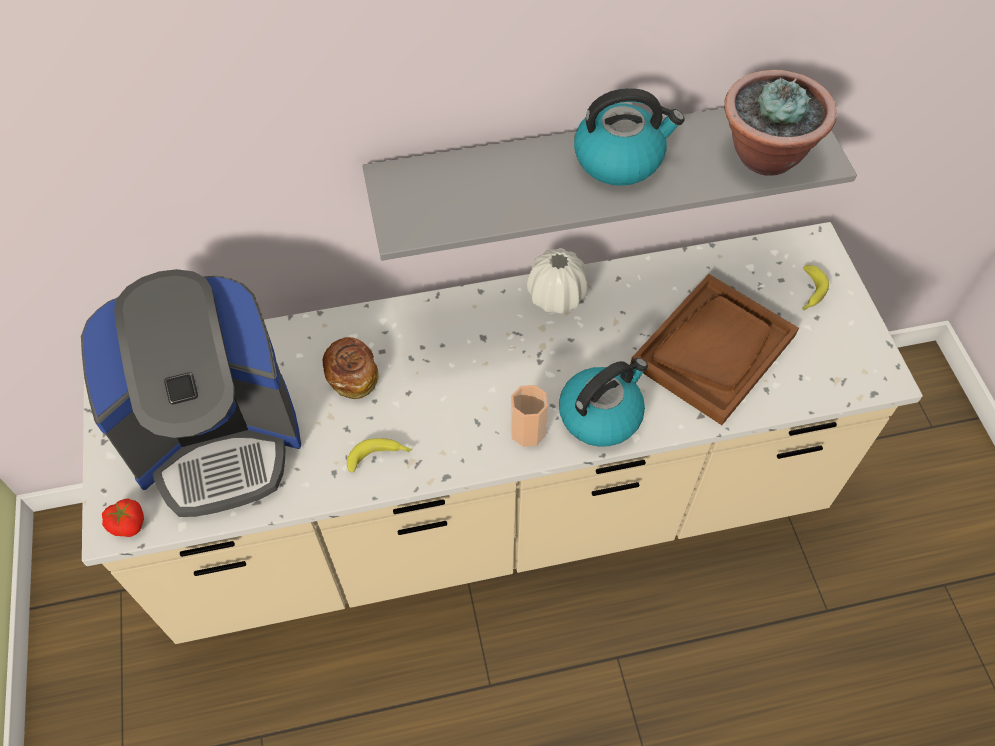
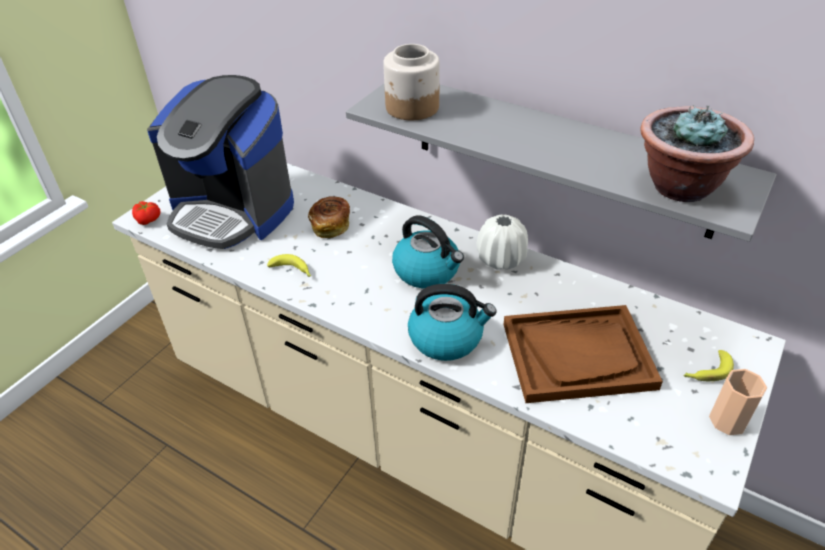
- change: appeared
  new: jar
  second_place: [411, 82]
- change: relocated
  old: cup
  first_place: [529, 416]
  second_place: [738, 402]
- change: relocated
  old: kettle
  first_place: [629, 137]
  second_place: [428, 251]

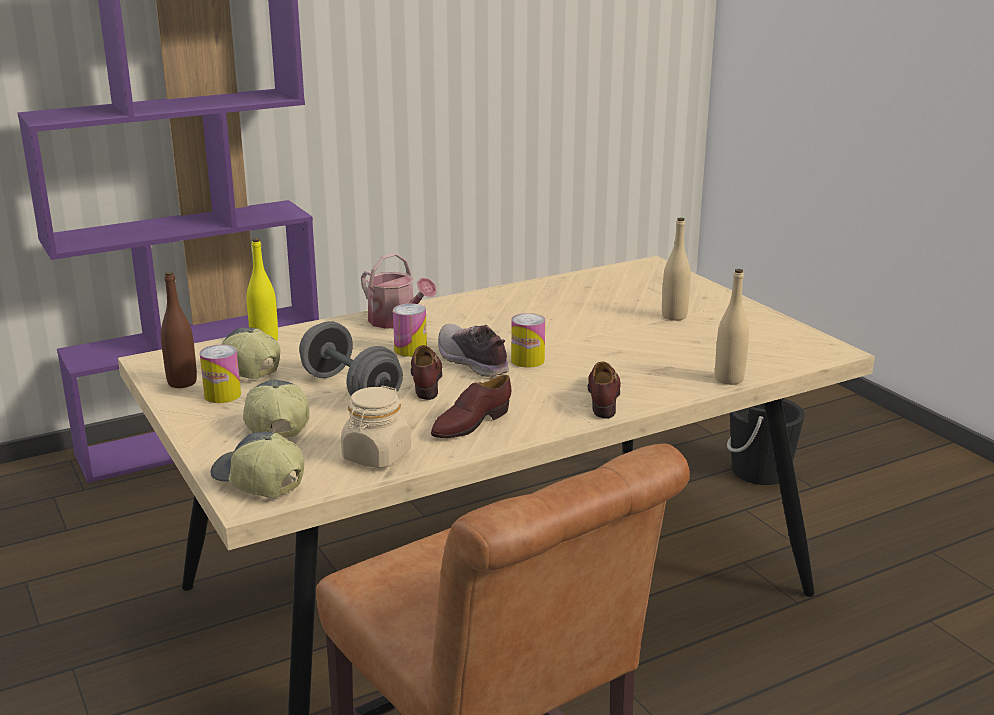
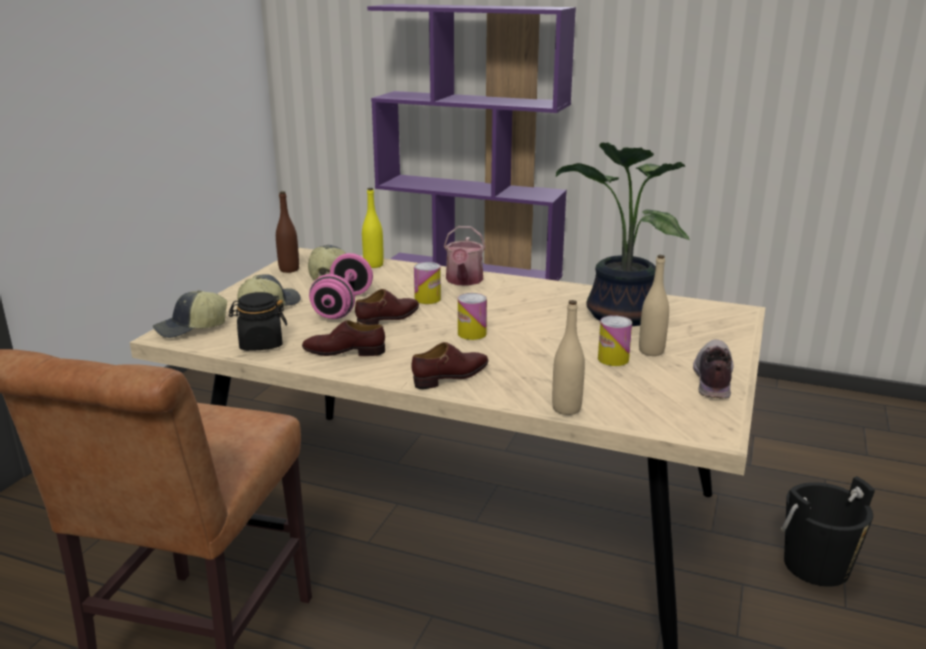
- change: appeared
  new: potted_plant
  second_place: [623, 234]
- change: relocated
  old: can
  first_place: [220, 374]
  second_place: [615, 340]
- change: relocated
  old: shoe
  first_place: [473, 350]
  second_place: [713, 369]
- change: colour
  old: grey_dumbbell
  new: pink_dumbbell
  first_place: [351, 358]
  second_place: [341, 286]
- change: colour
  old: beige_jar
  new: black_jar
  first_place: [376, 427]
  second_place: [258, 321]
- change: spun
  old: cap
  first_place: [257, 465]
  second_place: [190, 314]
  degrees: -120

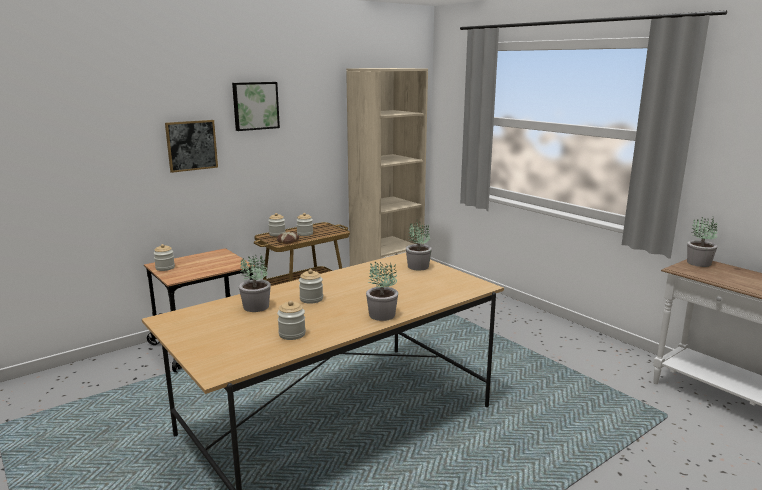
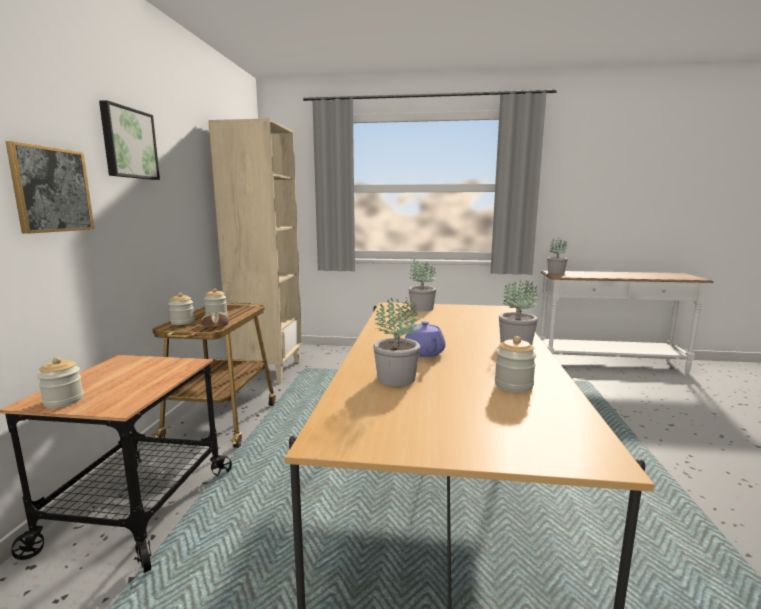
- change: exchanged
  old: jar
  new: purple_teapot
  first_place: [311, 286]
  second_place: [425, 339]

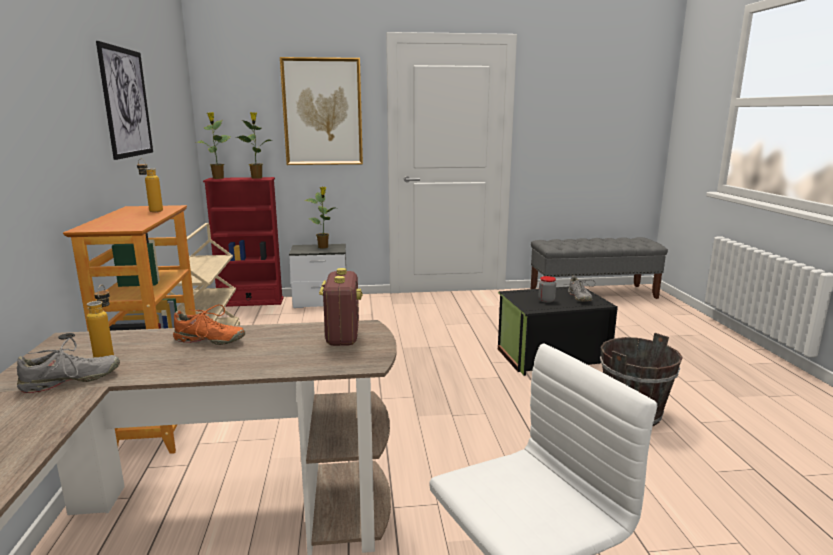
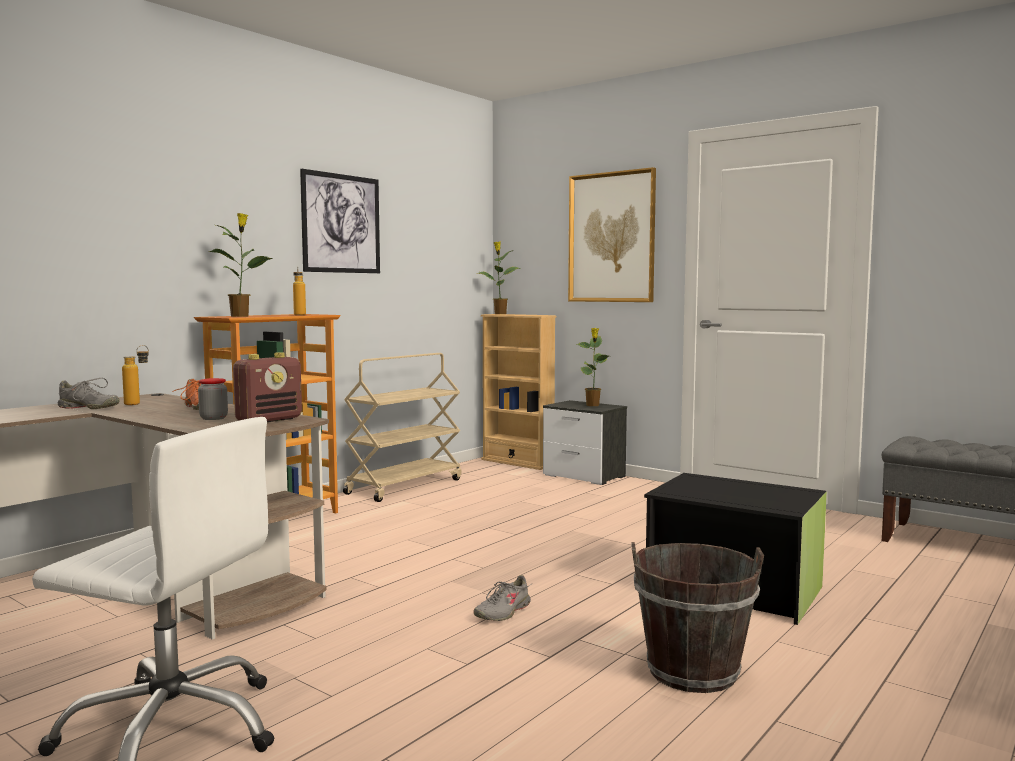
- change: relocated
  old: potted_plant
  first_place: [254, 145]
  second_place: [241, 265]
- change: relocated
  old: jar
  first_place: [547, 289]
  second_place: [213, 399]
- change: relocated
  old: grey_shoe
  first_place: [579, 288]
  second_place: [503, 598]
- change: colour
  old: red_bookcase
  new: beige_bookcase
  first_place: [243, 242]
  second_place: [518, 392]

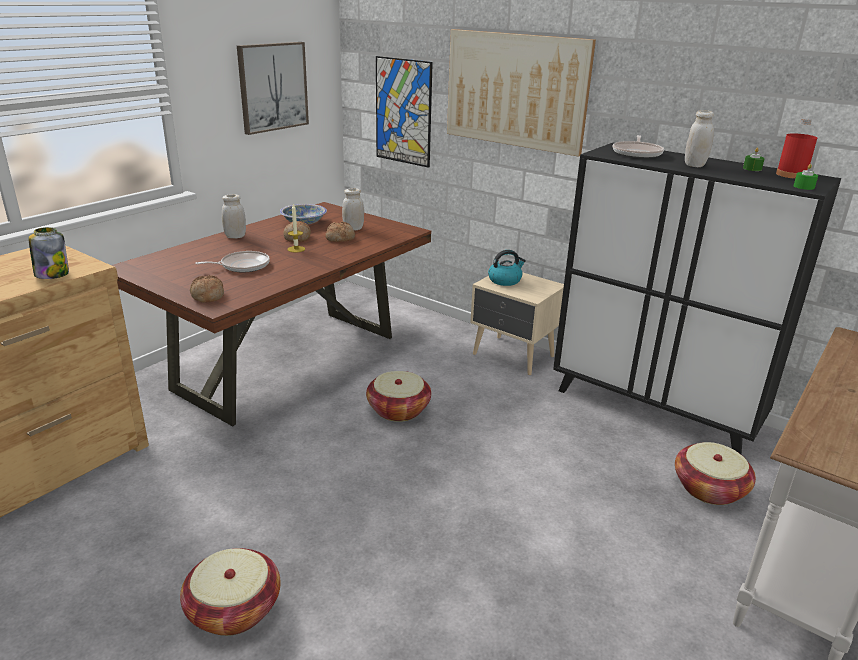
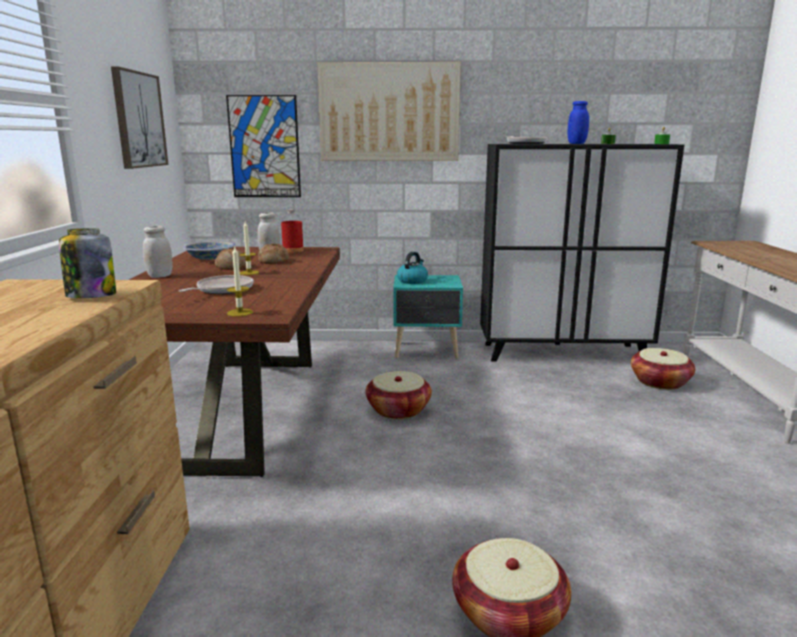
- change: relocated
  old: red_bottle
  first_place: [796, 148]
  second_place: [292, 230]
- change: exchanged
  old: bread
  new: candle
  first_place: [207, 289]
  second_place: [240, 280]
- change: colour
  old: beige_nightstand
  new: turquoise_nightstand
  first_place: [517, 323]
  second_place: [428, 316]
- change: colour
  old: white_jar
  new: blue_jar
  first_place: [699, 138]
  second_place: [578, 122]

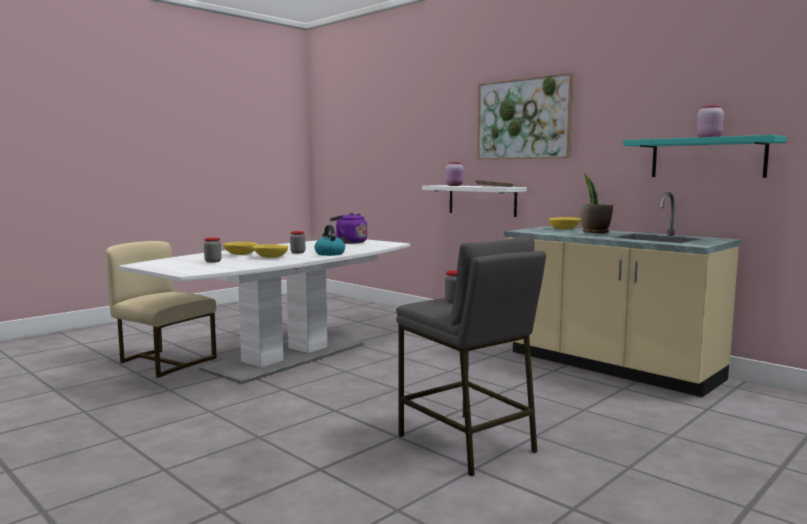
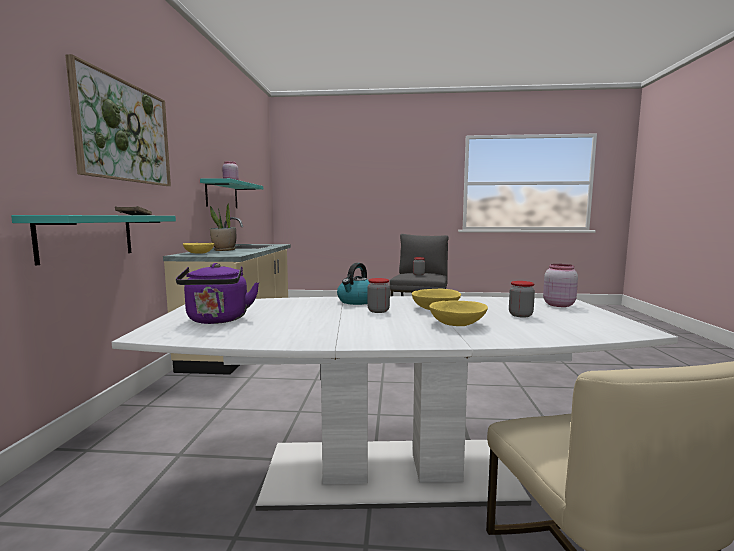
- change: relocated
  old: pink_jar
  first_place: [454, 174]
  second_place: [560, 285]
- change: colour
  old: white_shelf
  new: turquoise_shelf
  first_place: [474, 201]
  second_place: [93, 240]

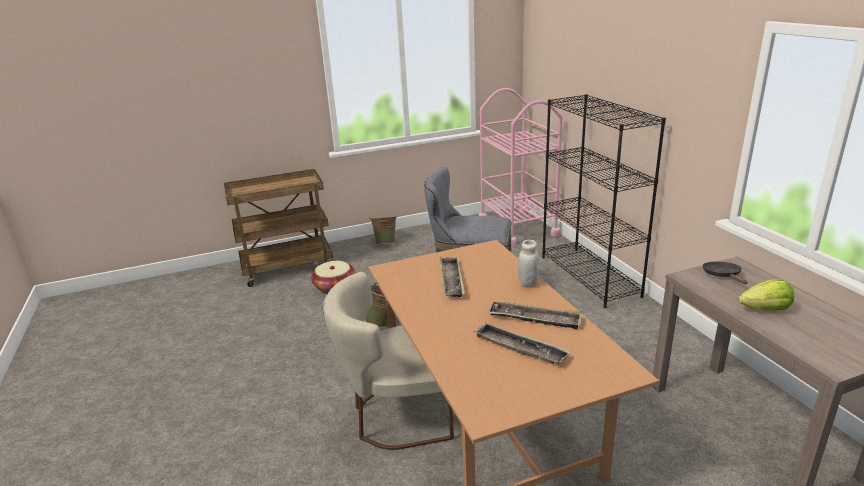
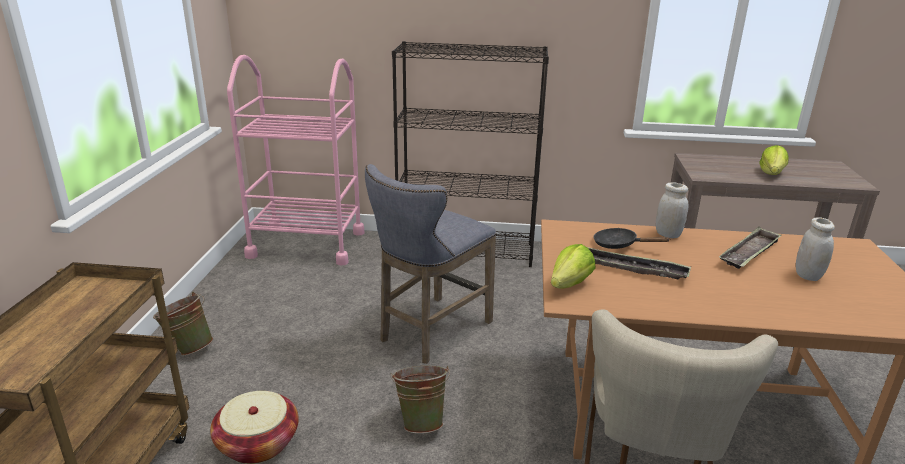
- change: appeared
  new: lettuce
  second_place: [573, 266]
- change: relocated
  old: black_frying_pan
  first_place: [725, 272]
  second_place: [631, 238]
- change: exchanged
  old: tray
  new: white_jar
  first_place: [521, 343]
  second_place: [815, 249]

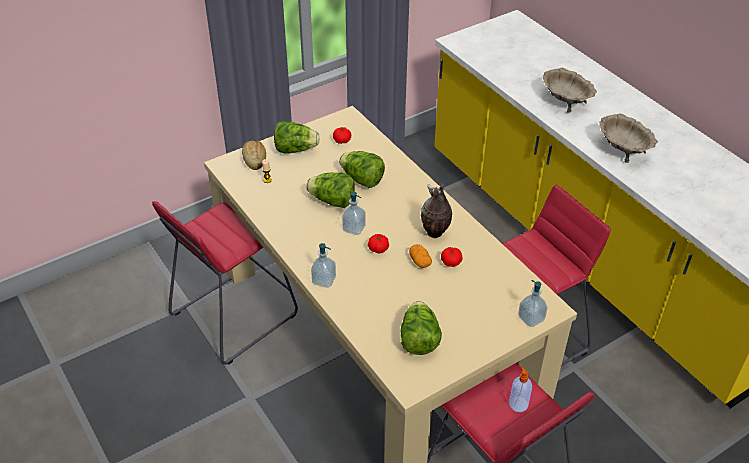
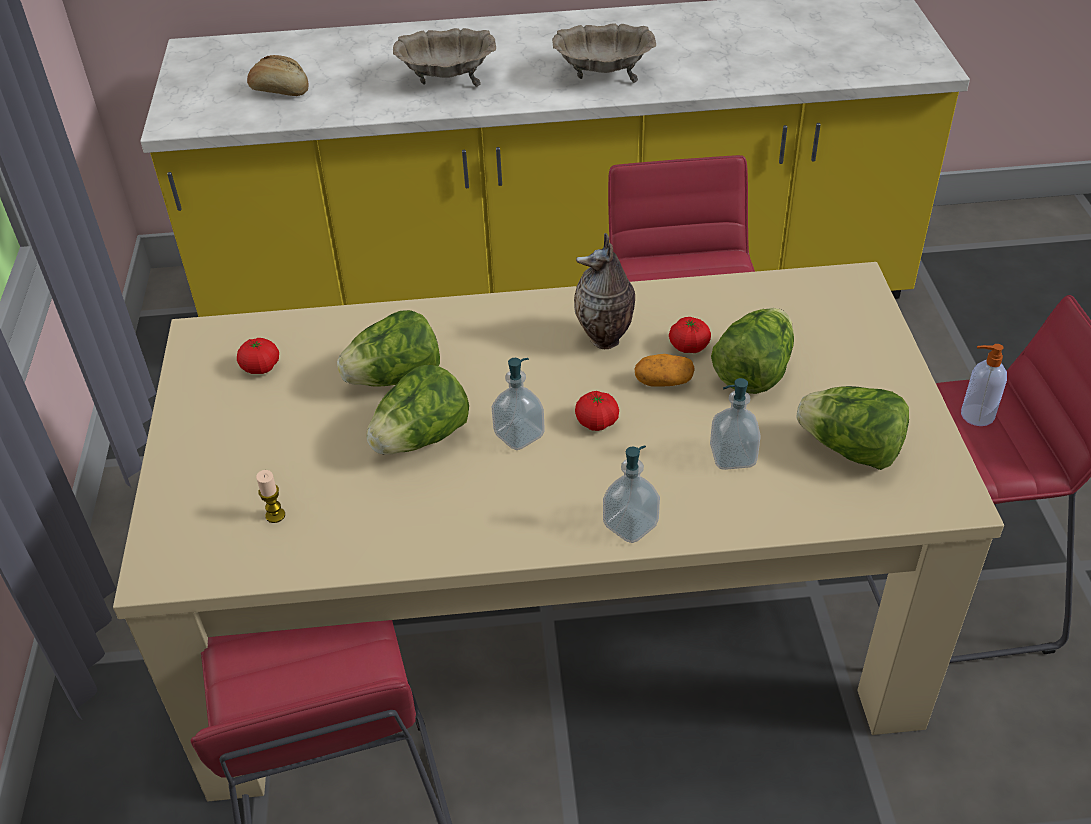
- change: relocated
  old: bread
  first_place: [254, 155]
  second_place: [278, 75]
- change: relocated
  old: lettuce
  first_place: [297, 137]
  second_place: [752, 351]
- change: relocated
  old: soap_dispenser
  first_place: [533, 303]
  second_place: [735, 424]

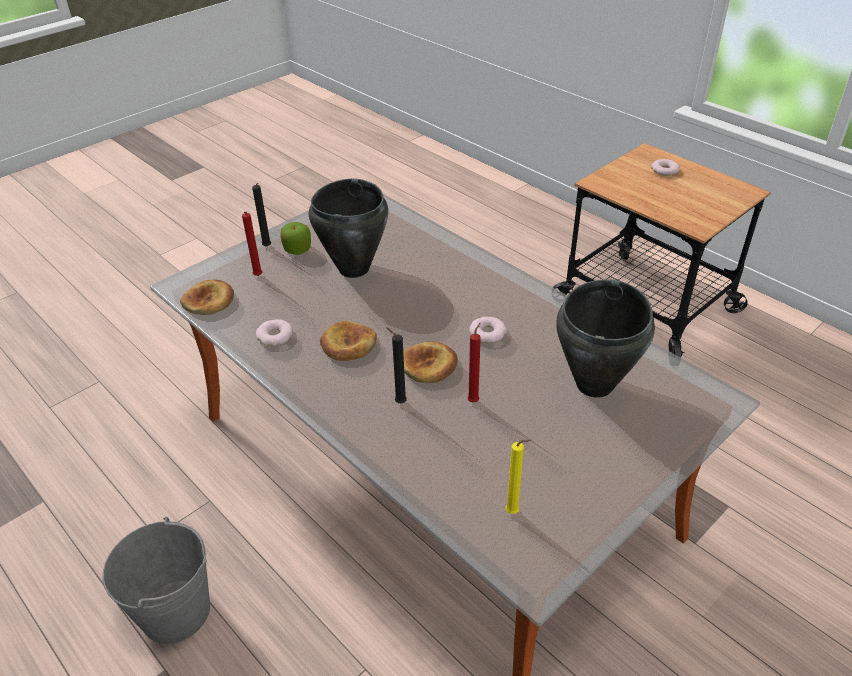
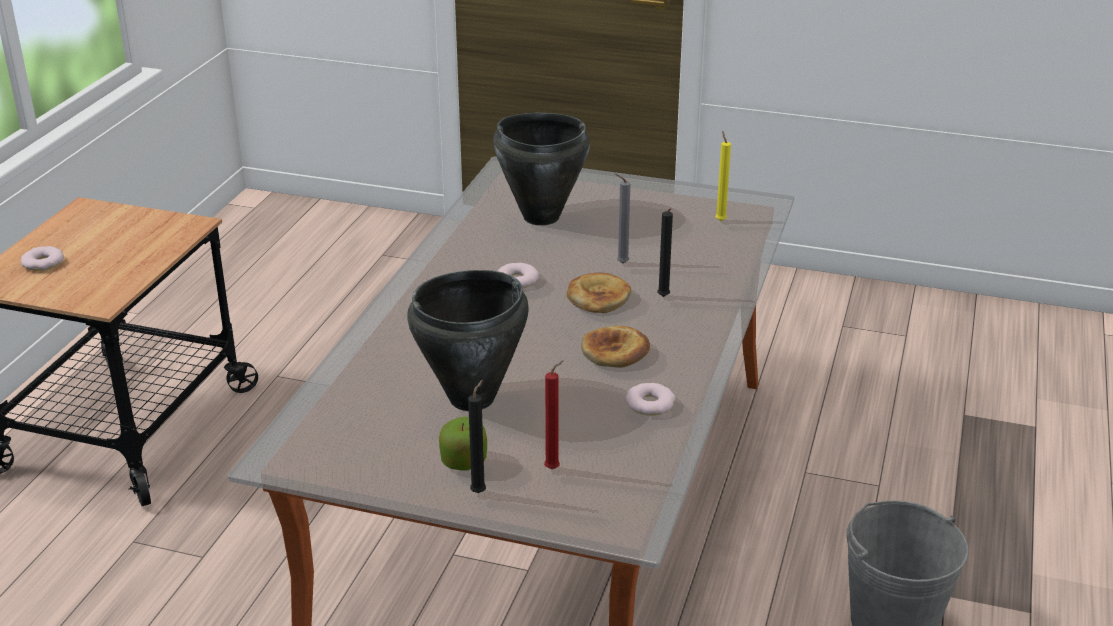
- change: missing
  old: bread
  first_place: [207, 297]
- change: colour
  old: red_candle
  new: grey_candle
  first_place: [474, 362]
  second_place: [622, 218]

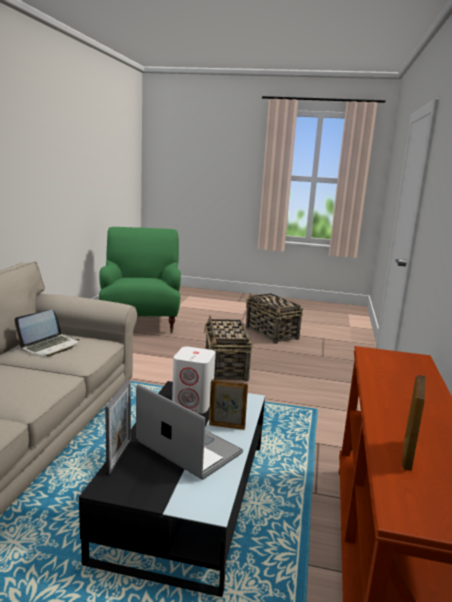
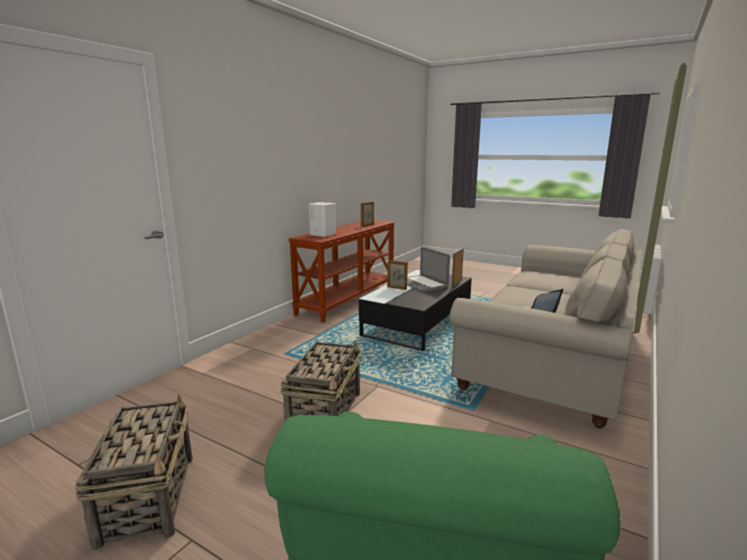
- change: relocated
  old: white_speaker
  first_place: [194, 380]
  second_place: [322, 219]

